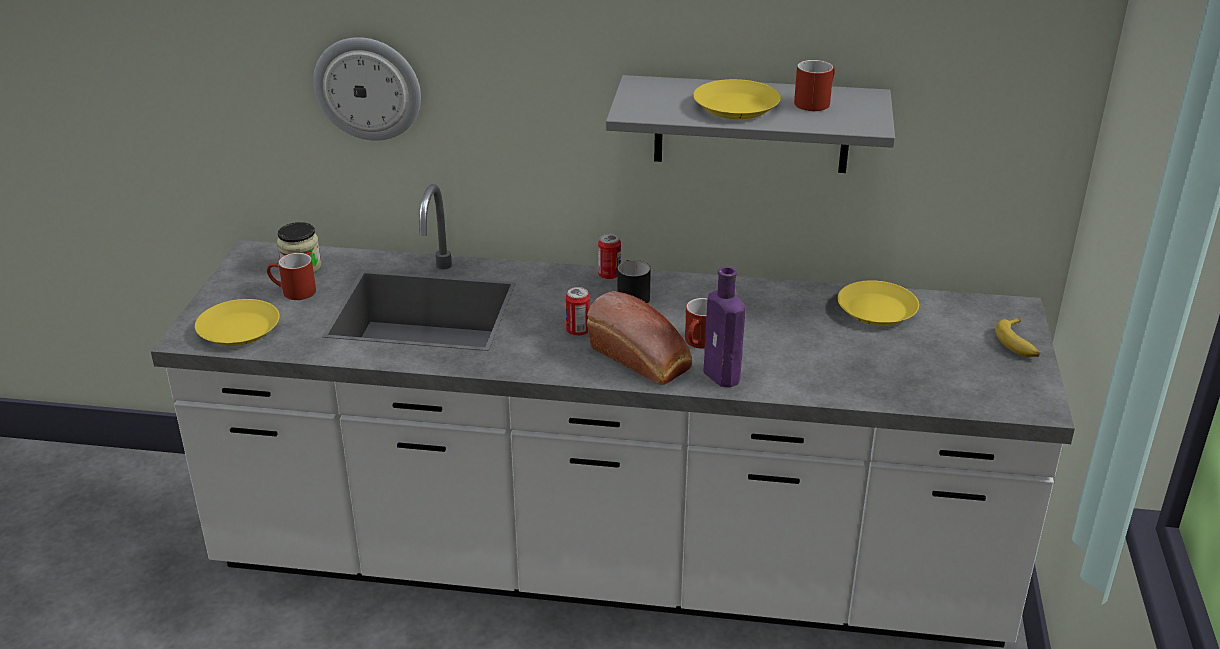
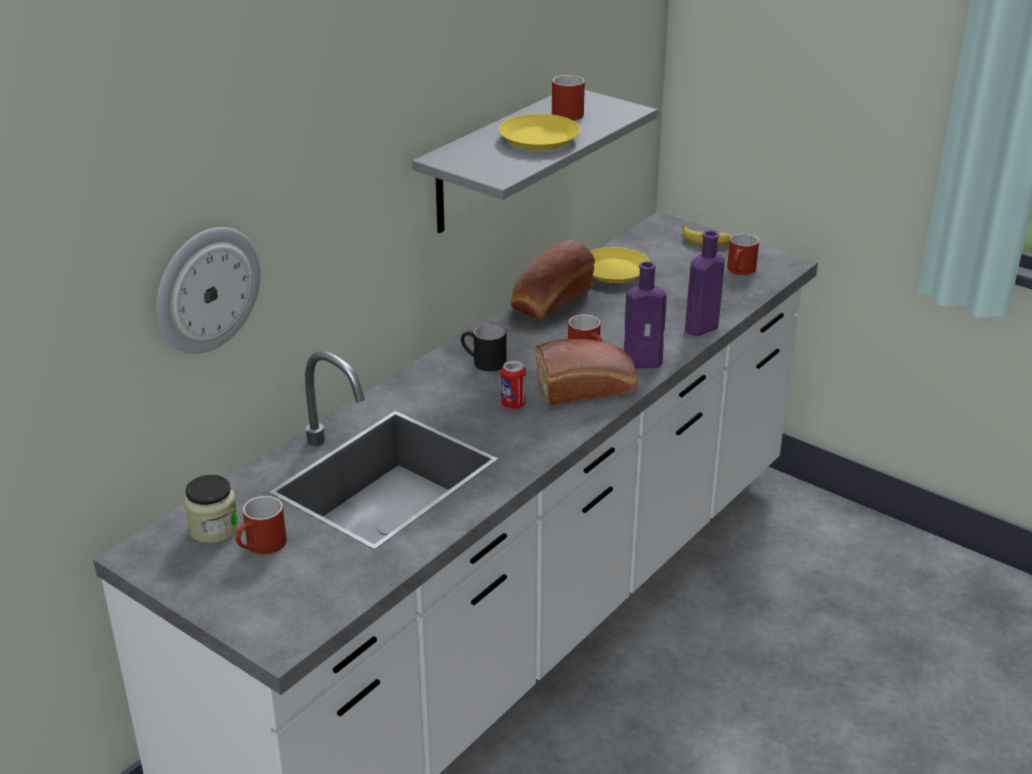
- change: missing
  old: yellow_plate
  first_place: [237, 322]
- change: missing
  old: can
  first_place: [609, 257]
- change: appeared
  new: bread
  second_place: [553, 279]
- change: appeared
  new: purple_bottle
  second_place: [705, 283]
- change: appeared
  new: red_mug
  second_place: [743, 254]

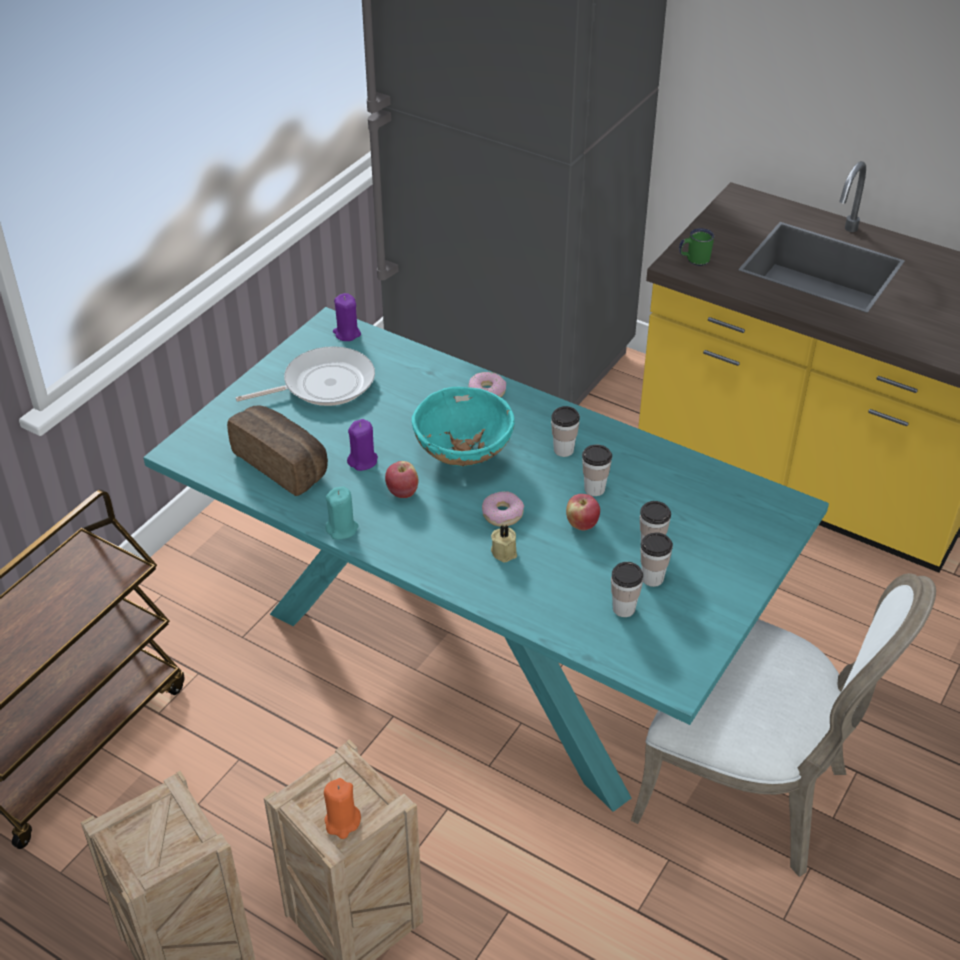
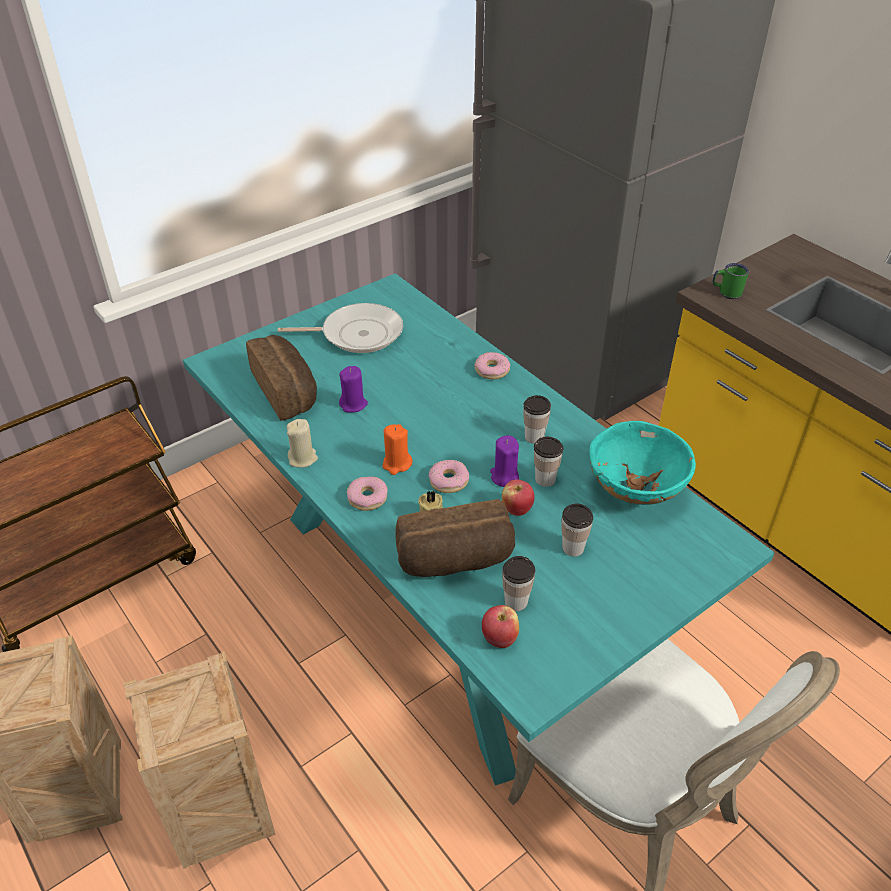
- change: missing
  old: cup
  first_place: [657, 559]
- change: appeared
  new: donut
  second_place: [367, 493]
- change: appeared
  new: bread
  second_place: [455, 538]
- change: relocated
  old: orange_candle
  first_place: [342, 808]
  second_place: [397, 449]
- change: relocated
  old: purple_candle
  first_place: [347, 317]
  second_place: [504, 461]
- change: relocated
  old: apple
  first_place: [401, 479]
  second_place: [500, 626]
- change: relocated
  old: turquoise_bowl
  first_place: [463, 426]
  second_place: [642, 463]
- change: colour
  old: turquoise_candle
  new: beige_candle
  first_place: [342, 513]
  second_place: [302, 443]

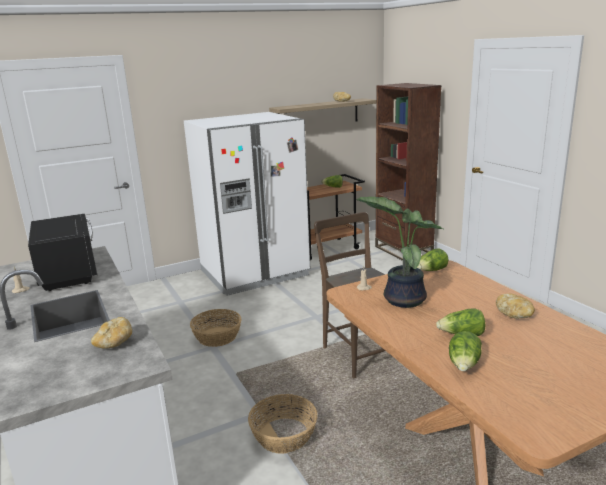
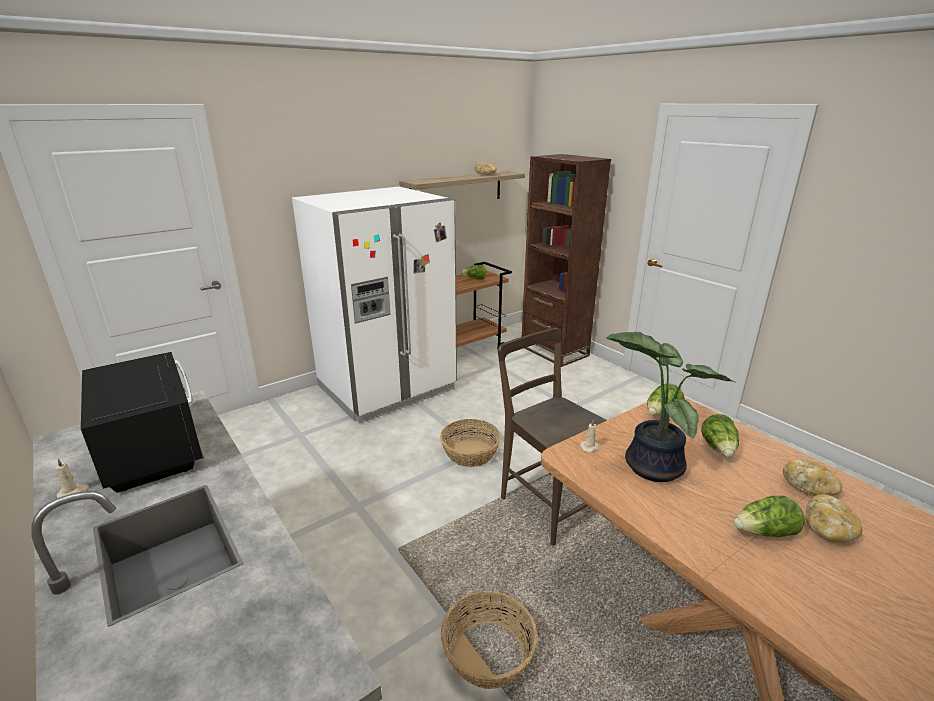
- change: relocated
  old: bread
  first_place: [111, 333]
  second_place: [833, 518]
- change: relocated
  old: basket
  first_place: [215, 328]
  second_place: [470, 443]
- change: relocated
  old: lettuce
  first_place: [465, 351]
  second_place: [720, 435]

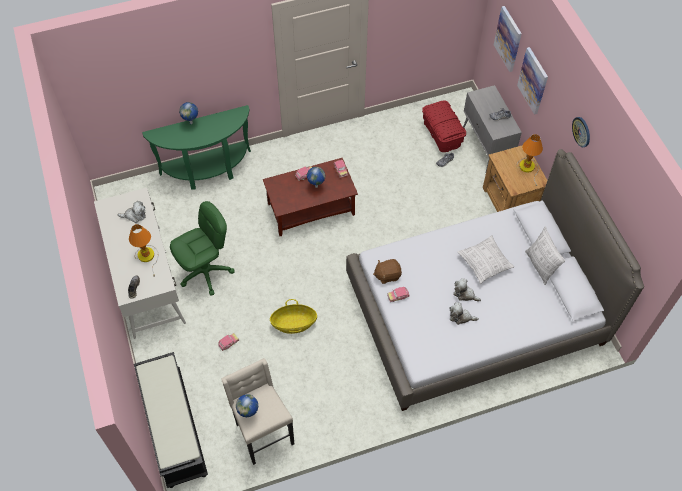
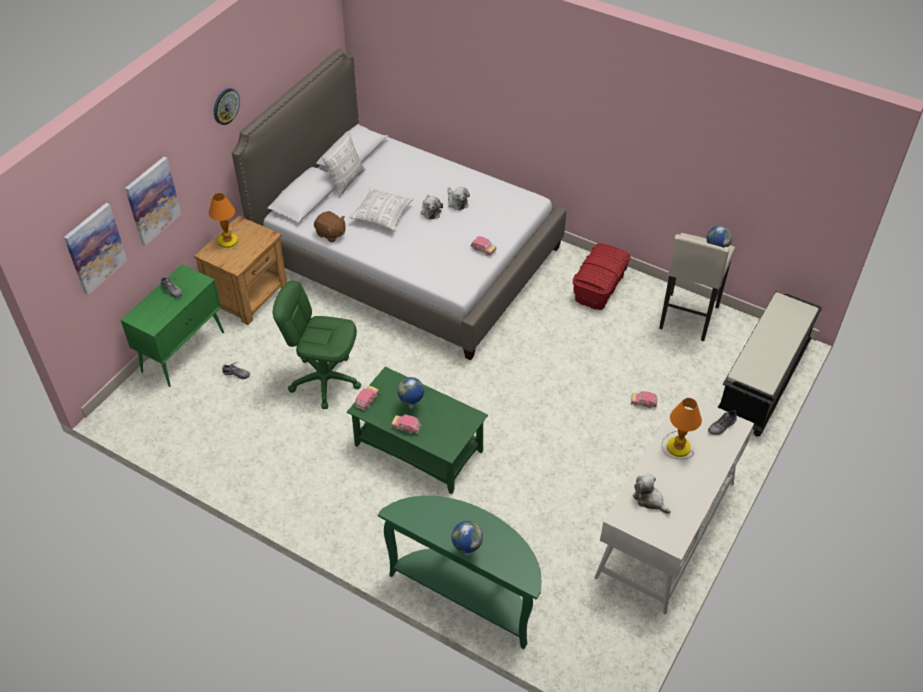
- change: missing
  old: basket
  first_place: [293, 316]
- change: relocated
  old: green_office_chair
  first_place: [202, 248]
  second_place: [317, 345]
- change: relocated
  old: brown_plush_toy
  first_place: [387, 271]
  second_place: [329, 226]
- change: relocated
  old: red_storage_box
  first_place: [444, 126]
  second_place: [602, 276]
- change: colour
  old: brown_coffee_table
  new: green_coffee_table
  first_place: [310, 197]
  second_place: [417, 430]
- change: colour
  old: grey_cabinet
  new: green_cabinet
  first_place: [492, 128]
  second_place: [172, 325]

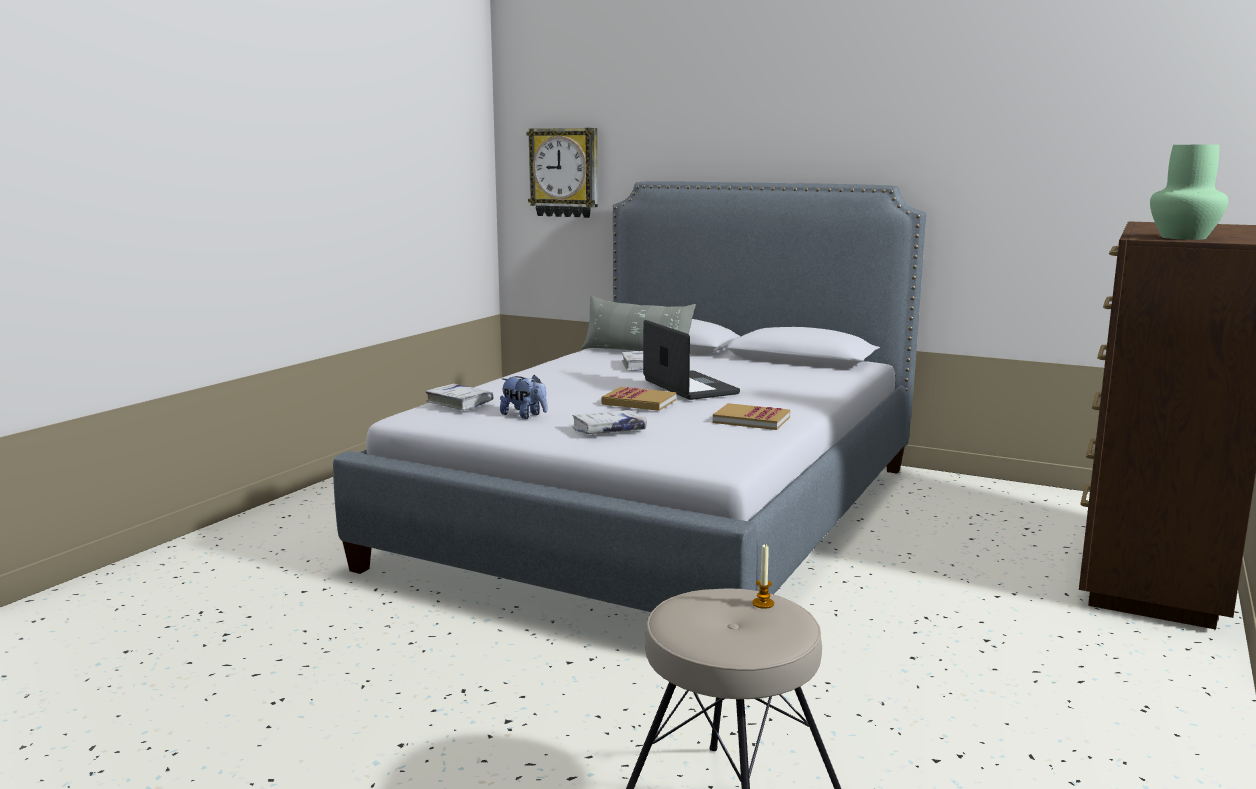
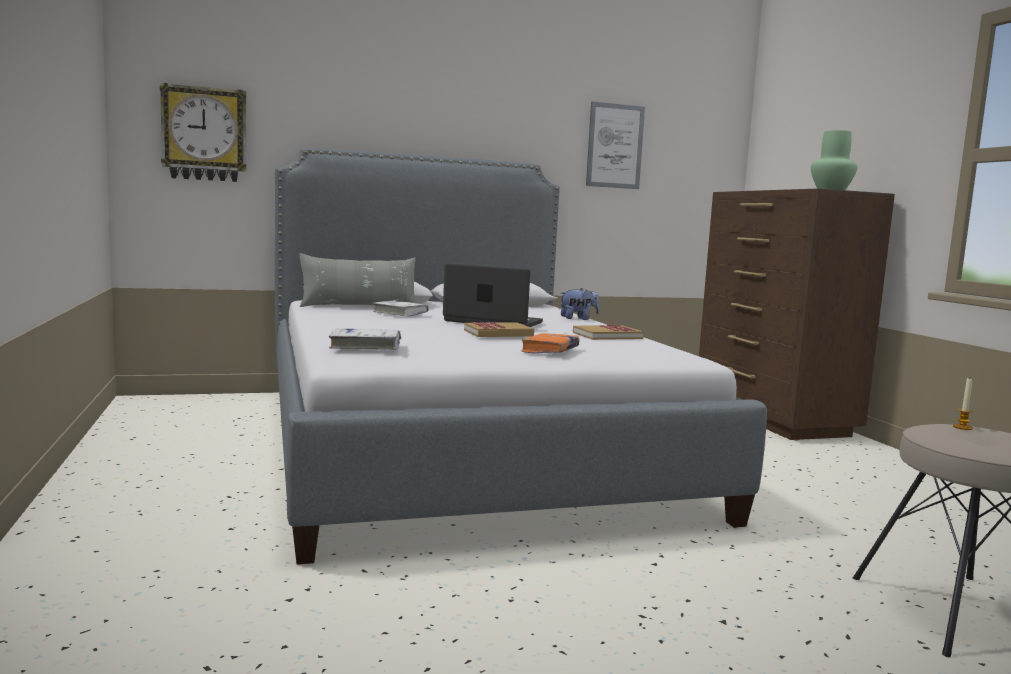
- change: appeared
  new: picture
  second_place: [615, 145]
- change: relocated
  old: plush_toy
  first_place: [523, 397]
  second_place: [579, 304]
- change: colour
  old: white_book
  new: orange_book
  first_place: [609, 422]
  second_place: [550, 343]

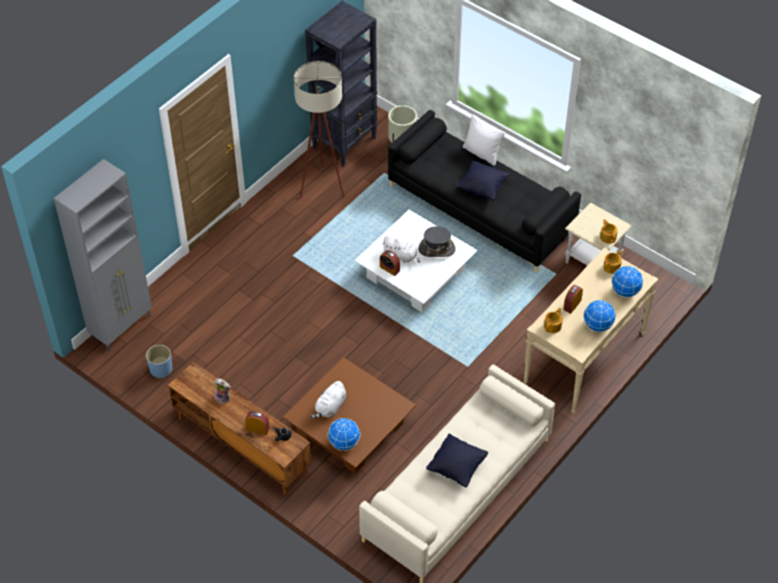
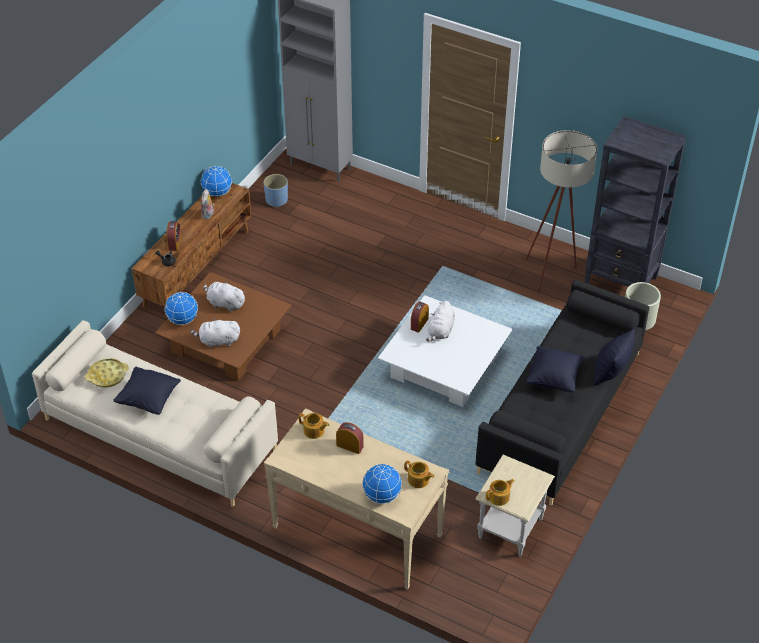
- change: missing
  old: grey_hat
  first_place: [437, 241]
- change: appeared
  new: yellow_tray
  second_place: [107, 373]
- change: appeared
  new: white_plush_toy
  second_place: [215, 332]
- change: relocated
  old: globe
  first_place: [599, 316]
  second_place: [216, 181]
- change: colour
  old: white_pillow
  new: black_pillow
  first_place: [484, 140]
  second_place: [614, 357]

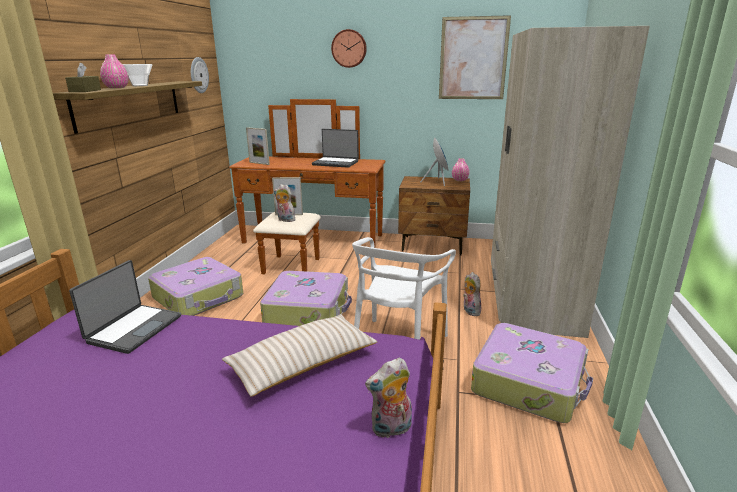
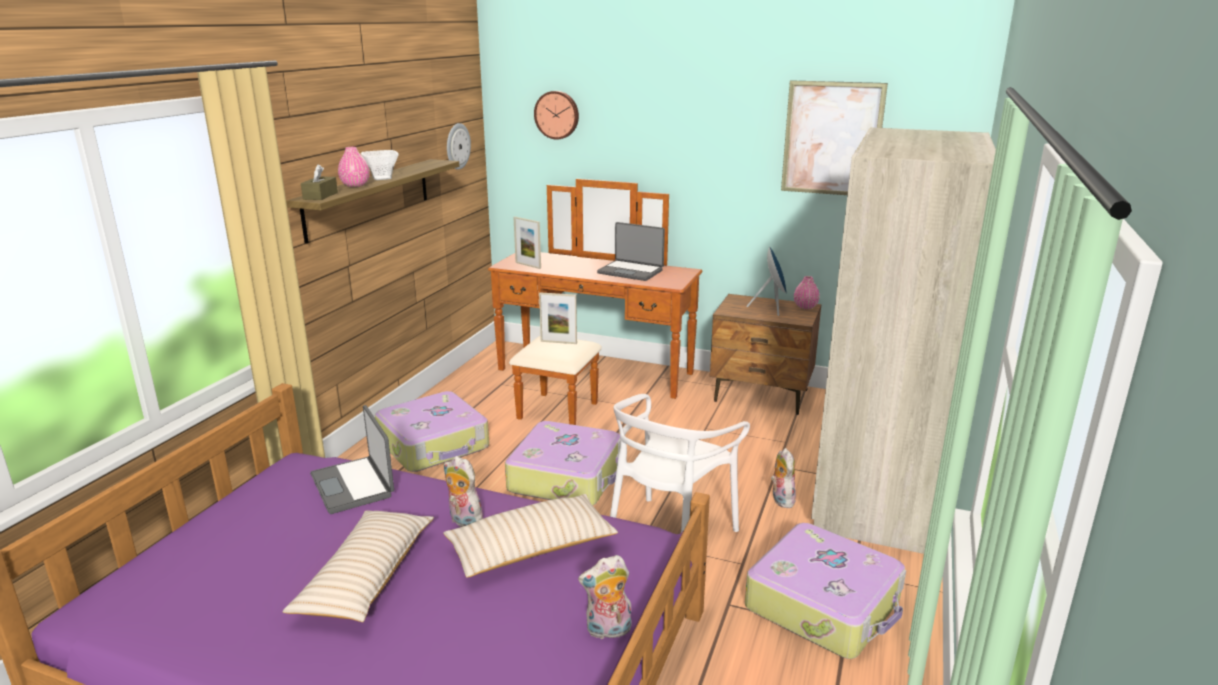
- change: appeared
  new: beige_pillow
  second_place: [358, 566]
- change: relocated
  old: plush_toy
  first_place: [285, 203]
  second_place: [463, 491]
- change: relocated
  old: wall_clock
  first_place: [349, 48]
  second_place: [556, 115]
- change: spun
  old: laptop
  first_place: [125, 307]
  second_place: [352, 459]
  degrees: 120

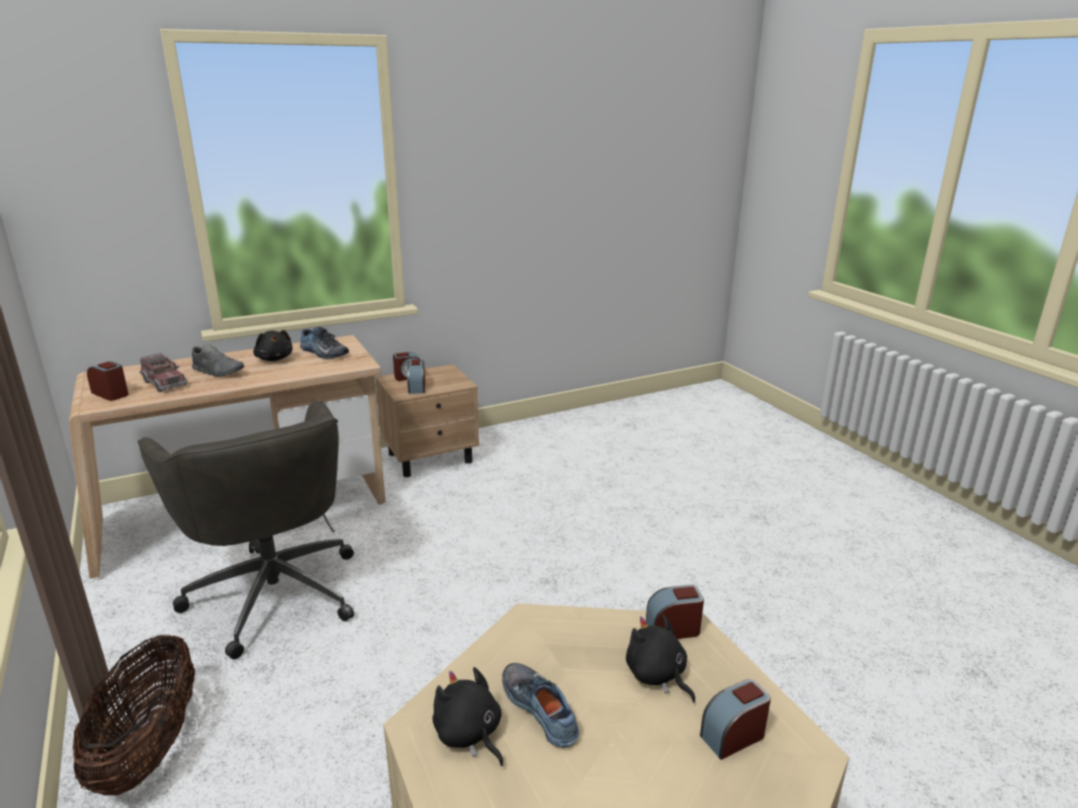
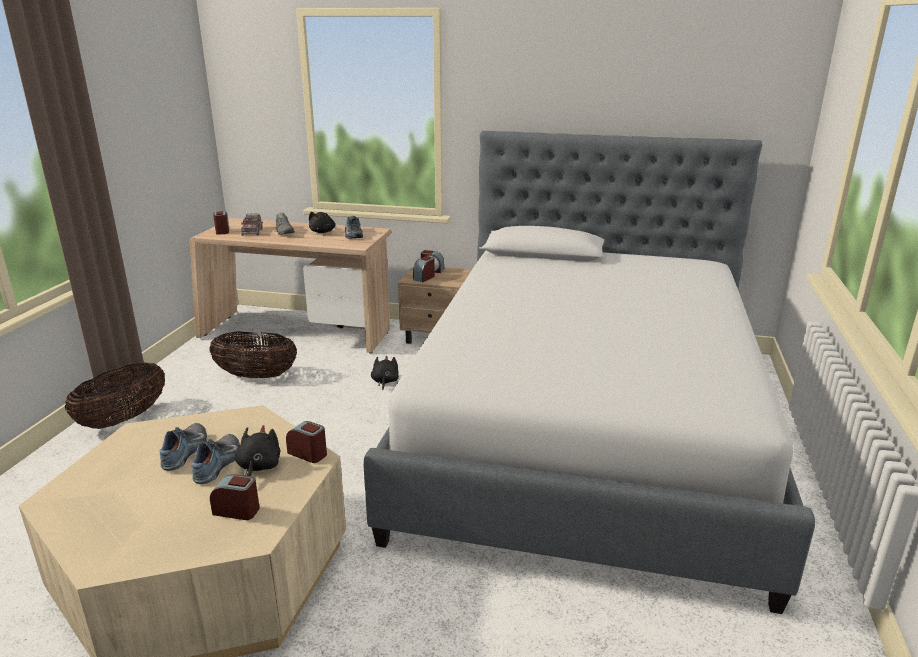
- change: appeared
  new: shoe
  second_place: [216, 459]
- change: appeared
  new: bed
  second_place: [589, 372]
- change: relocated
  old: black_plush_toy
  first_place: [467, 716]
  second_place: [385, 372]
- change: exchanged
  old: grey_office_chair
  new: basket
  first_place: [246, 530]
  second_place: [253, 354]

